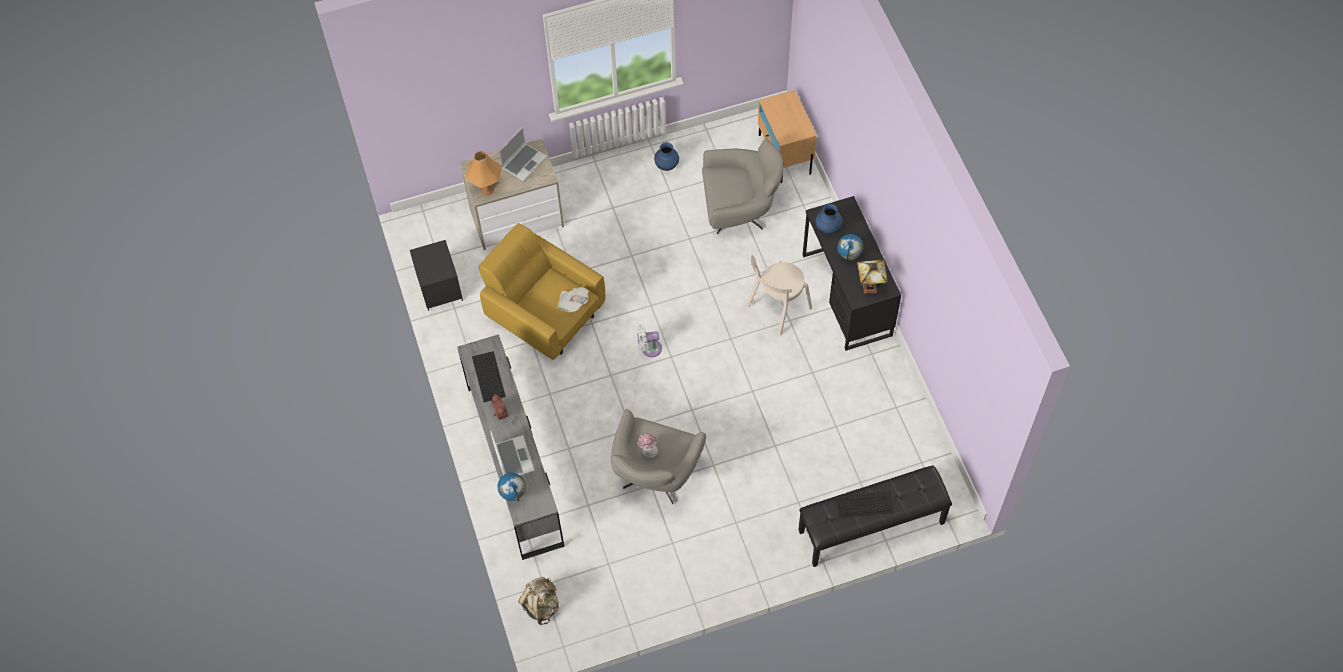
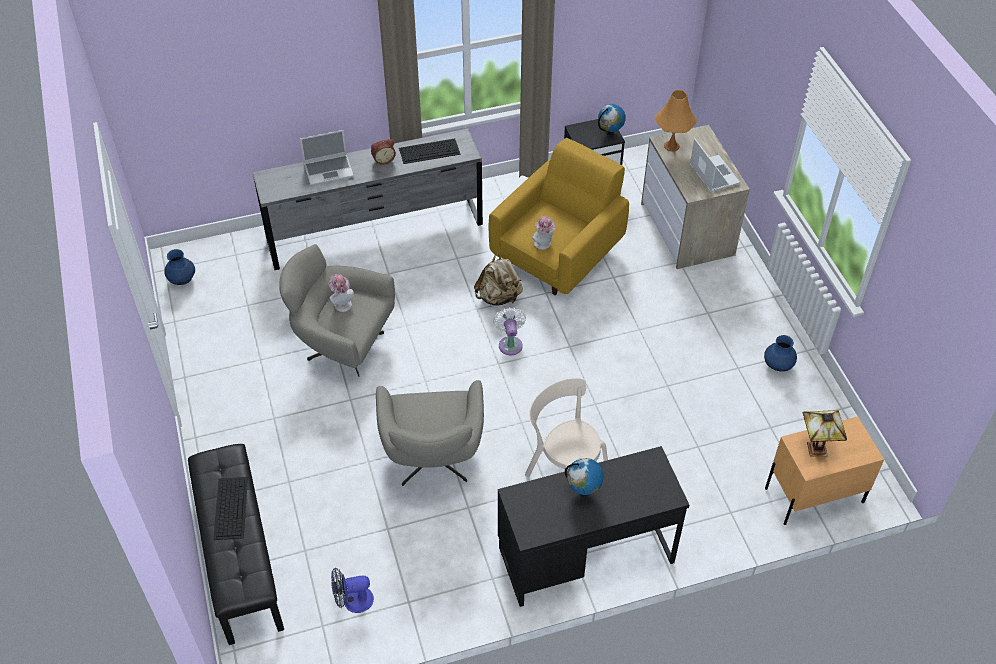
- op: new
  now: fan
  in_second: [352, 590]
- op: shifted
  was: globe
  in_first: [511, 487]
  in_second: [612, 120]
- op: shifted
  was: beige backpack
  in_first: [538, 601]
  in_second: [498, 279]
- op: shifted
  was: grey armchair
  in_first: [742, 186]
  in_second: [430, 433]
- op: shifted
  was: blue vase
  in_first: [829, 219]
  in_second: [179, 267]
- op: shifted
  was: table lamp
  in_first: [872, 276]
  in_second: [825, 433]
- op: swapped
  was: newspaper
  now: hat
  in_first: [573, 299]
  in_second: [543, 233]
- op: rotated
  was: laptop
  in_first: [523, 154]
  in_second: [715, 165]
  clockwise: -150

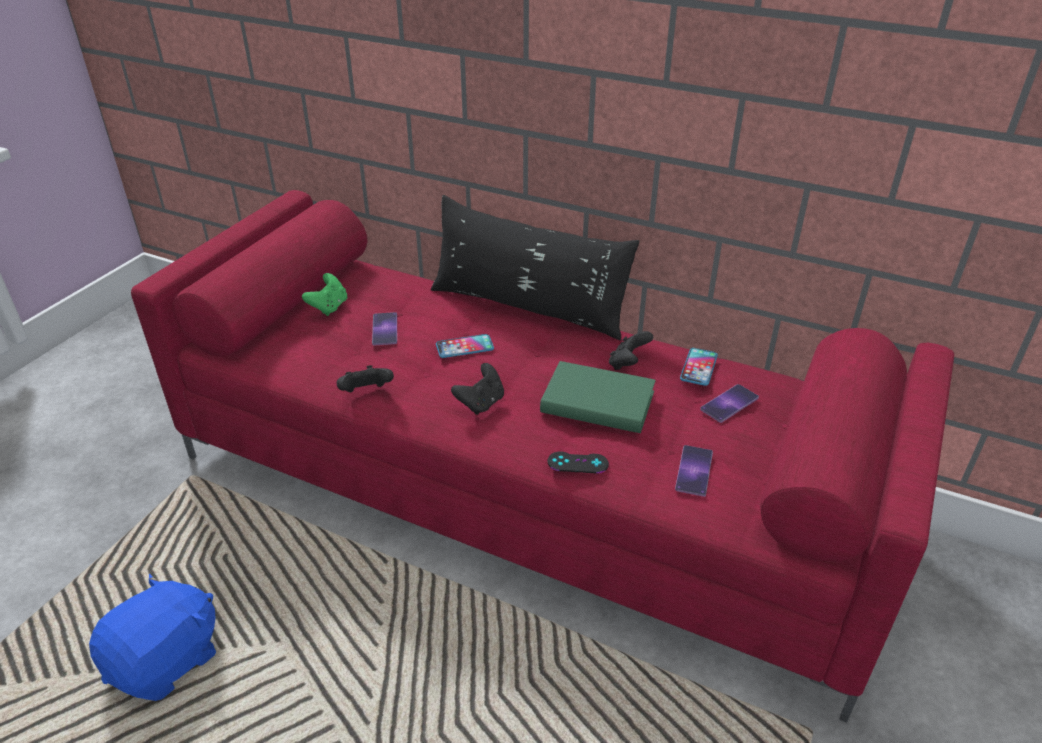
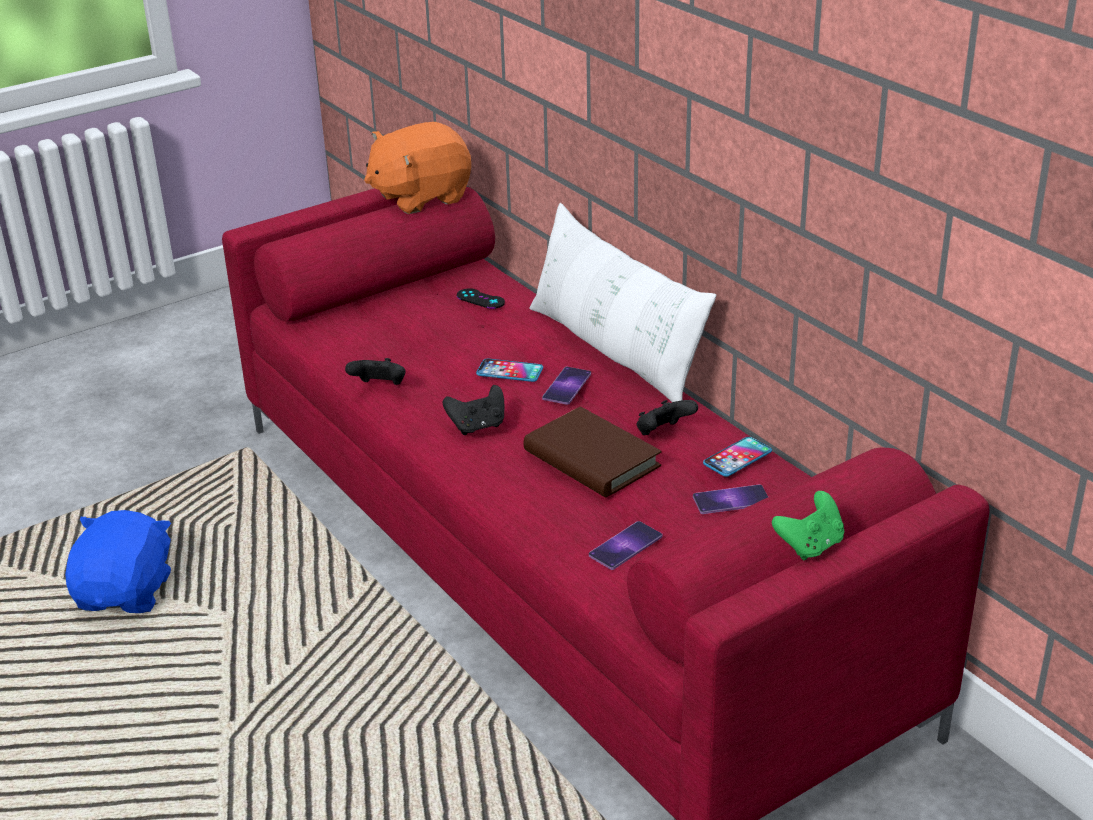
- op: new
  now: orange plush toy
  in_second: [417, 168]
- op: shifted
  was: green game controller
  in_first: [324, 294]
  in_second: [808, 525]
- op: shifted
  was: phone
  in_first: [384, 329]
  in_second: [566, 386]
- op: shifted
  was: black game controller
  in_first: [578, 462]
  in_second: [481, 298]
- op: repainted
  was: black pillow
  now: white pillow
  in_first: [535, 267]
  in_second: [622, 302]
- op: repainted
  was: green book
  now: brown book
  in_first: [598, 397]
  in_second: [592, 451]
- op: rotated
  was: blue plush toy
  in_first: [152, 637]
  in_second: [118, 561]
  clockwise: -60

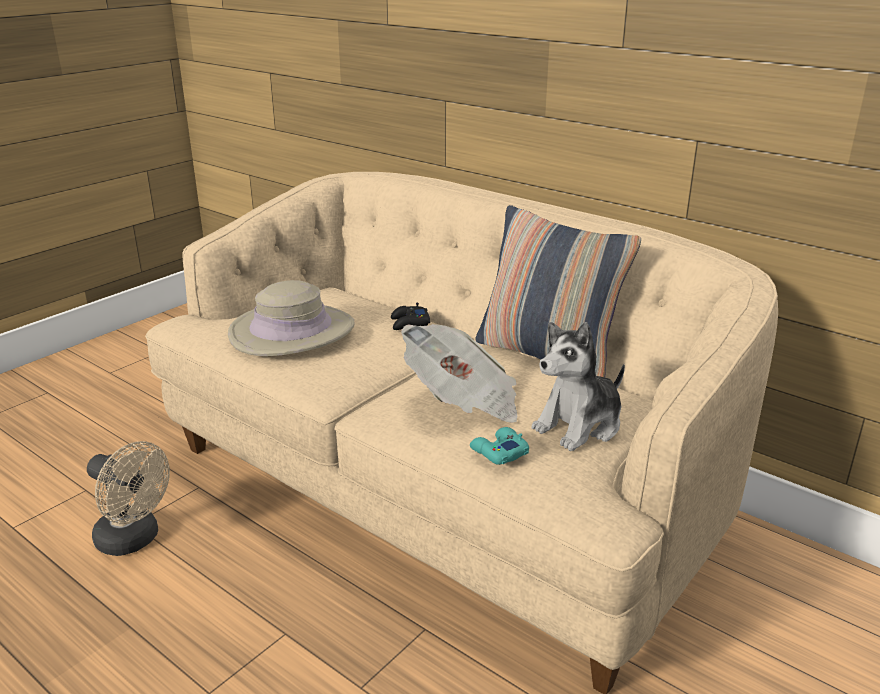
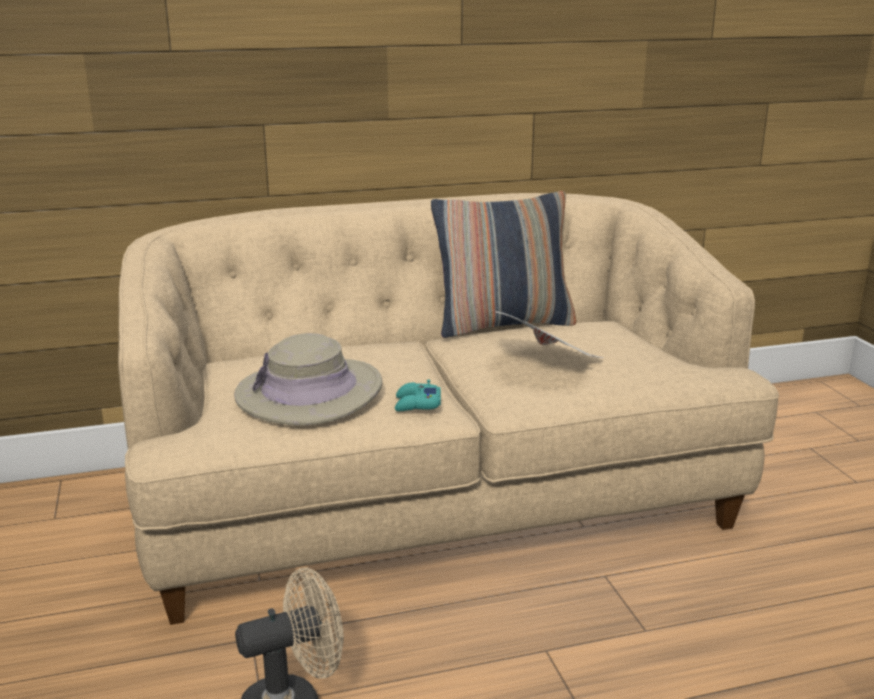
- op: gone
  was: black game controller
  in_first: [410, 316]
- op: gone
  was: plush toy
  in_first: [578, 386]
- op: shifted
  was: turquoise game controller
  in_first: [499, 446]
  in_second: [418, 395]

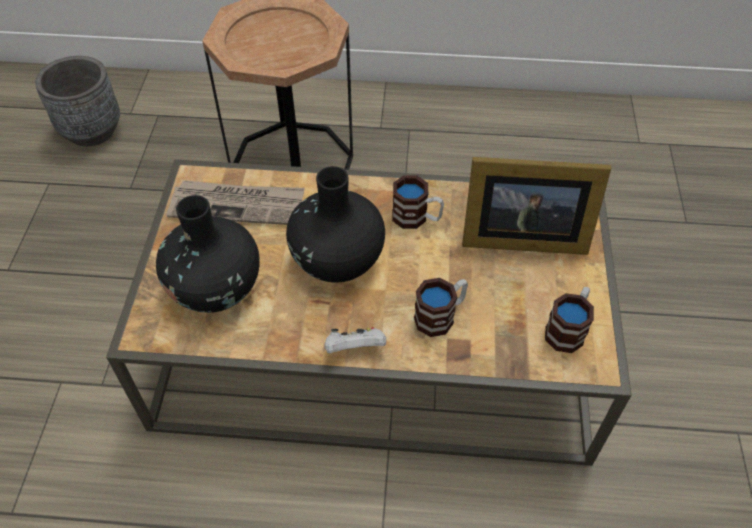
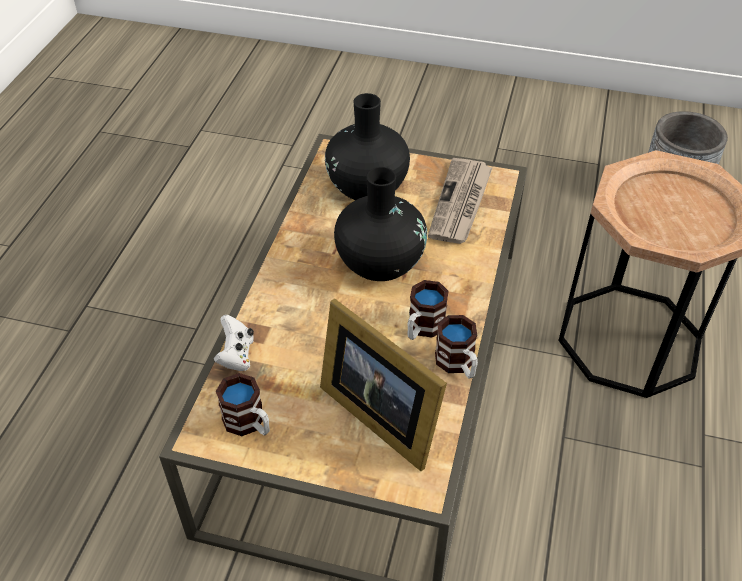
- op: shifted
  was: white game controller
  in_first: [355, 340]
  in_second: [234, 343]
- op: shifted
  was: mug
  in_first: [441, 307]
  in_second: [456, 347]
- op: rotated
  was: picture frame
  in_first: [537, 206]
  in_second: [383, 385]
  clockwise: -60

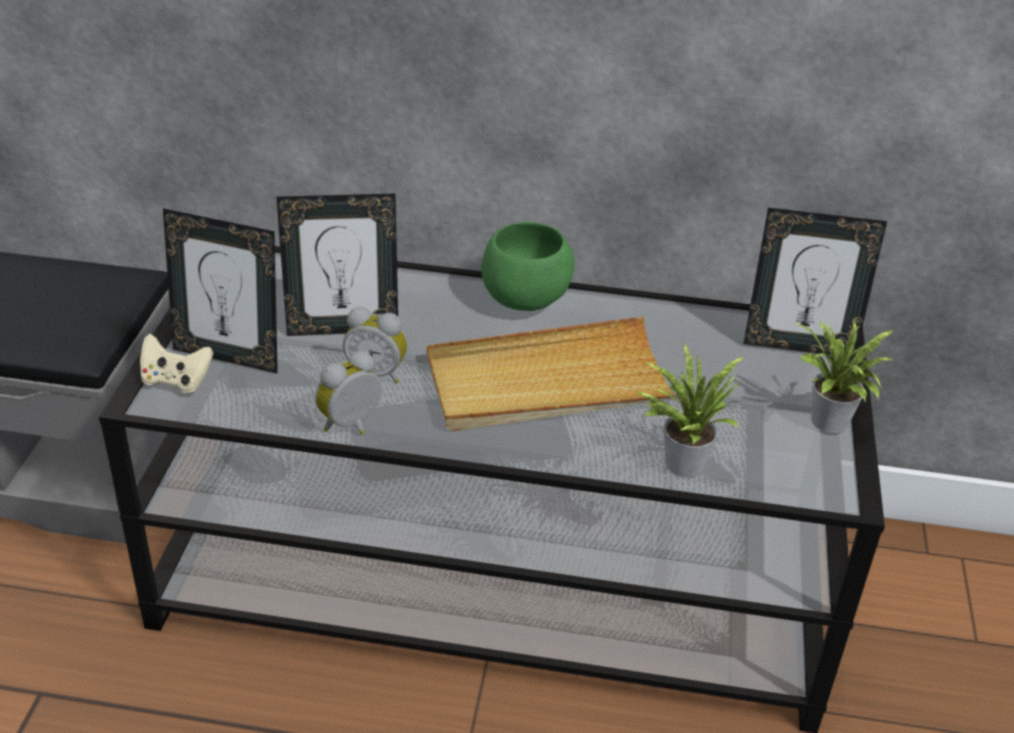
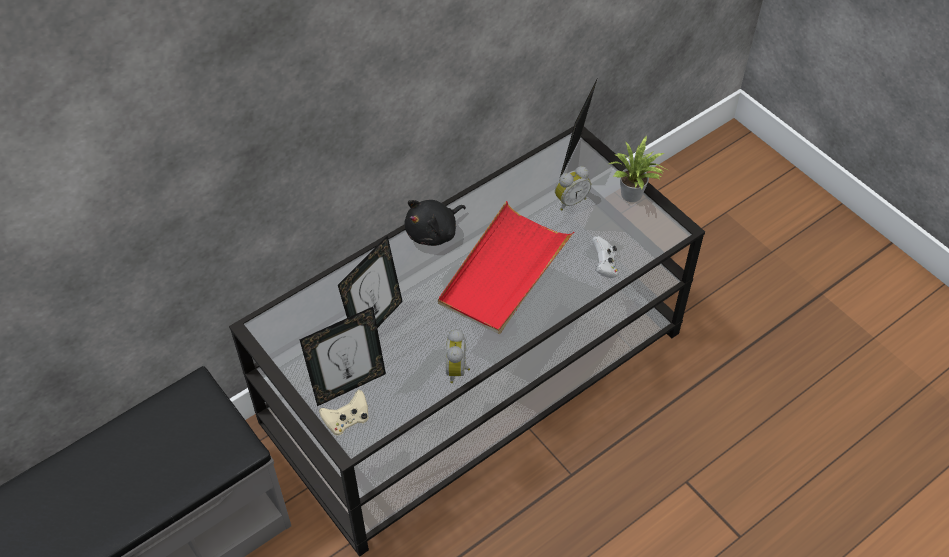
- op: shifted
  was: alarm clock
  in_first: [375, 345]
  in_second: [573, 188]
- op: swapped
  was: green bowl
  now: black plush toy
  in_first: [528, 266]
  in_second: [435, 223]
- op: swapped
  was: potted plant
  now: white game controller
  in_first: [690, 410]
  in_second: [605, 257]
- op: repainted
  was: beige tray
  now: red tray
  in_first: [553, 374]
  in_second: [506, 267]
- op: rotated
  was: picture frame
  in_first: [815, 283]
  in_second: [579, 126]
  clockwise: 150

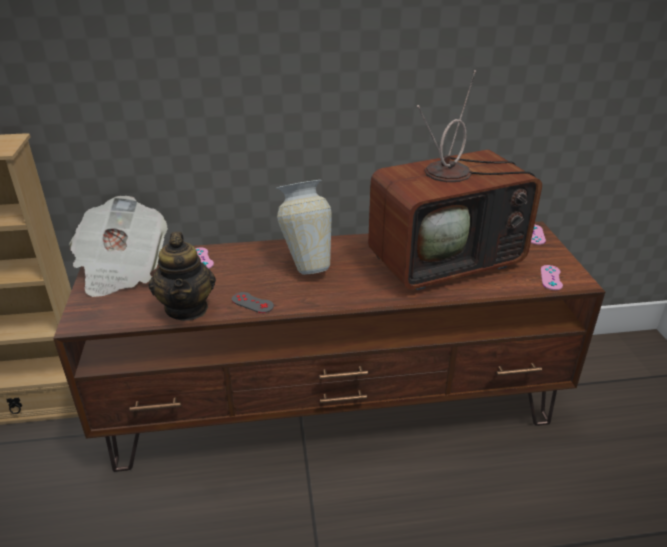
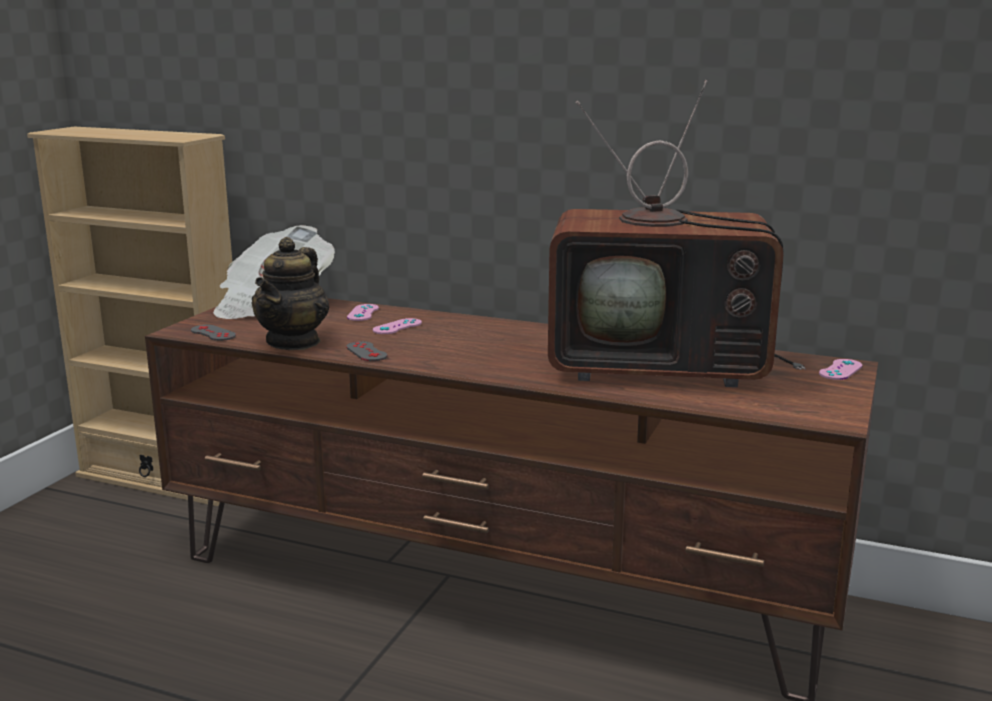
- op: gone
  was: vase
  in_first: [304, 227]
- op: new
  now: grey game controller
  in_second: [213, 333]
- op: shifted
  was: pink game controller
  in_first: [552, 277]
  in_second: [397, 326]

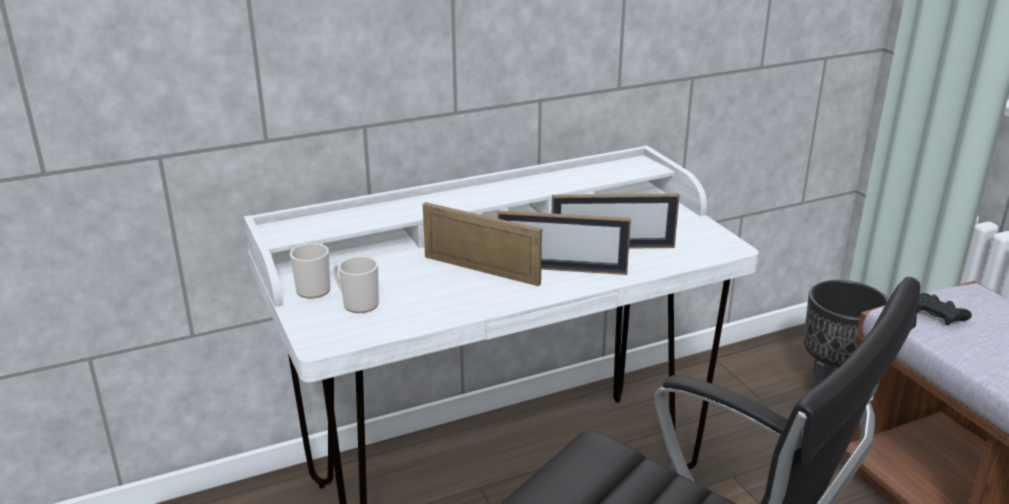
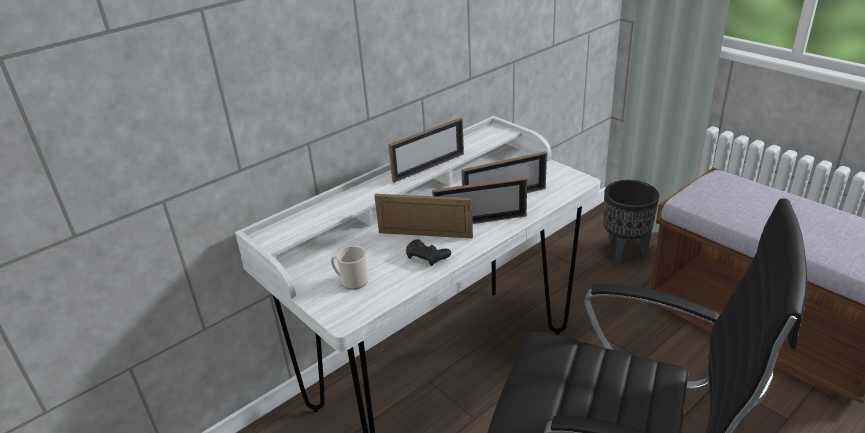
- op: gone
  was: mug
  in_first: [310, 271]
- op: new
  now: picture frame
  in_second: [426, 150]
- op: shifted
  was: black game controller
  in_first: [944, 309]
  in_second: [428, 252]

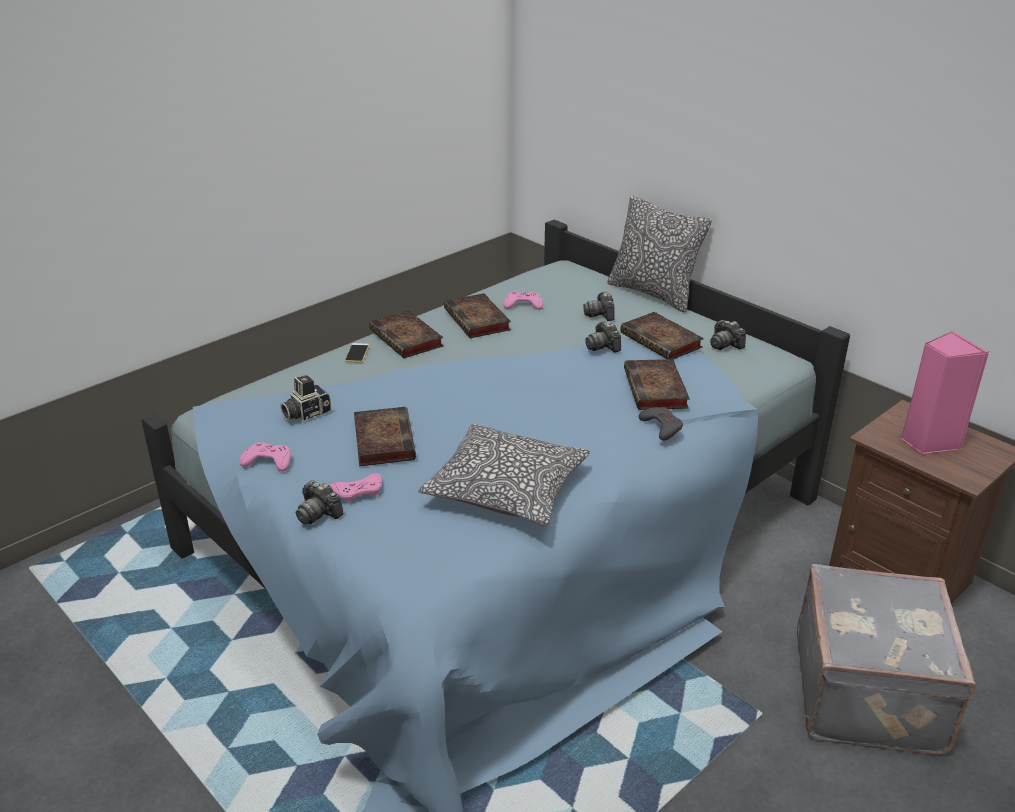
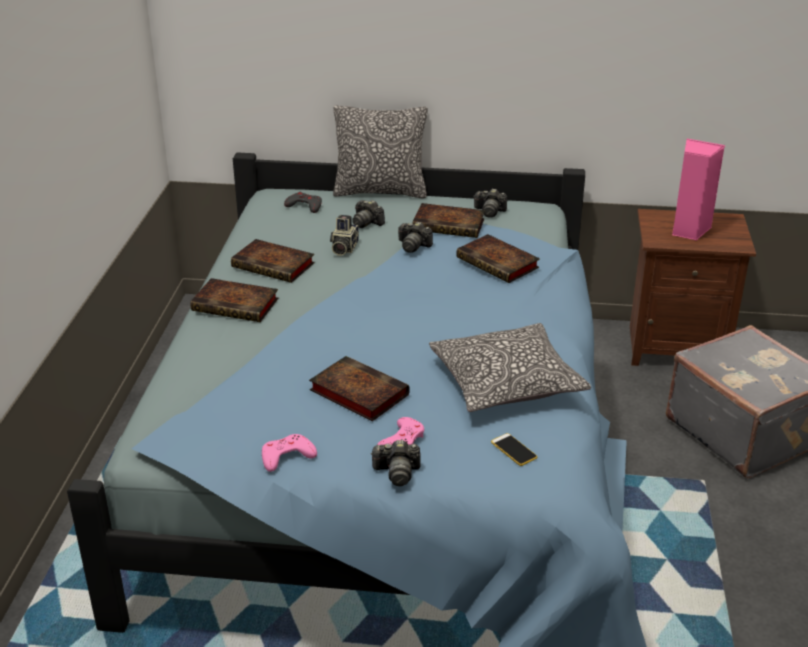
- op: gone
  was: pink game controller
  in_first: [523, 300]
- op: shifted
  was: photo camera
  in_first: [305, 398]
  in_second: [344, 235]
- op: shifted
  was: phone
  in_first: [357, 353]
  in_second: [514, 449]
- op: shifted
  was: grey game controller
  in_first: [660, 424]
  in_second: [303, 202]

